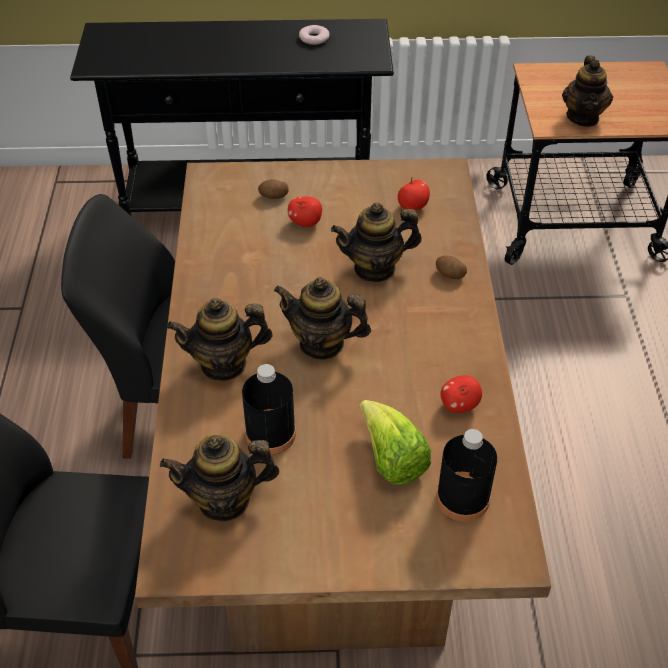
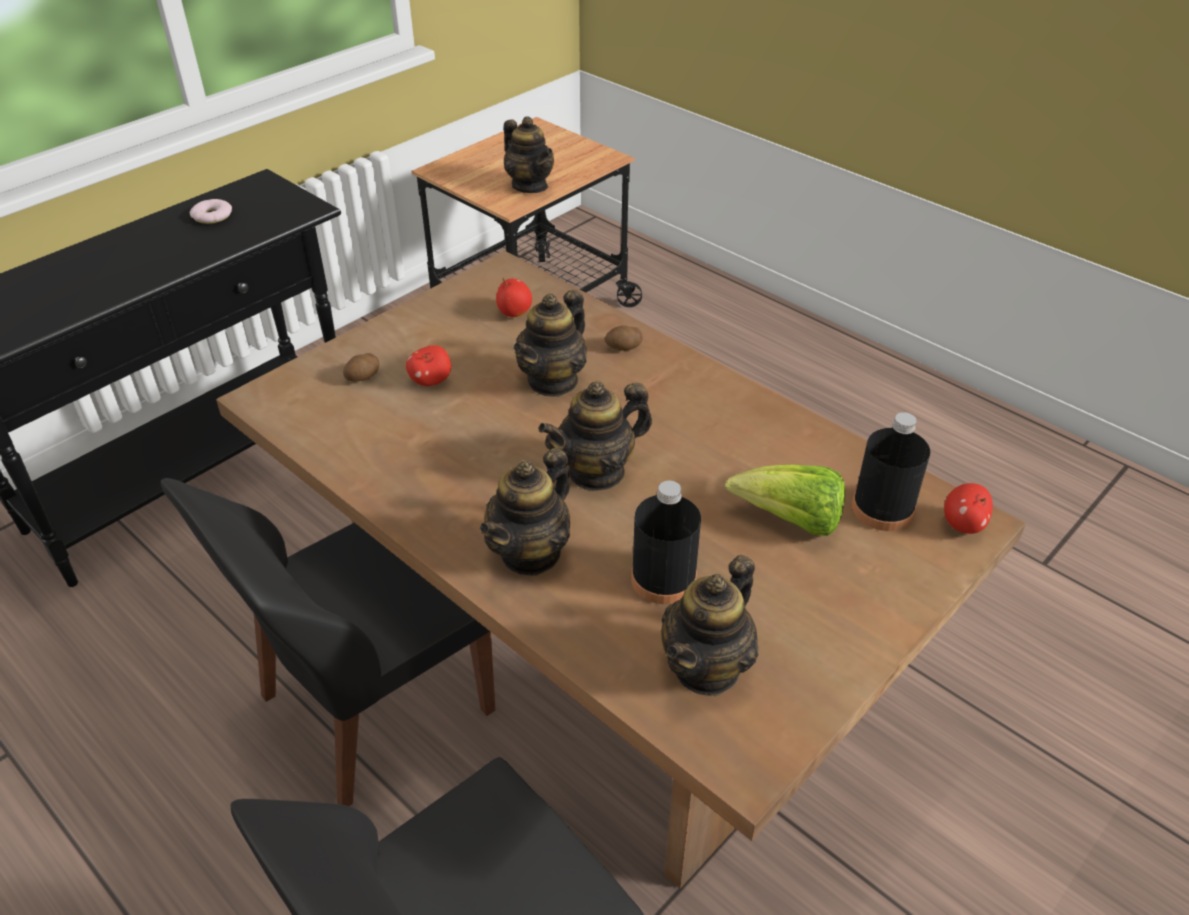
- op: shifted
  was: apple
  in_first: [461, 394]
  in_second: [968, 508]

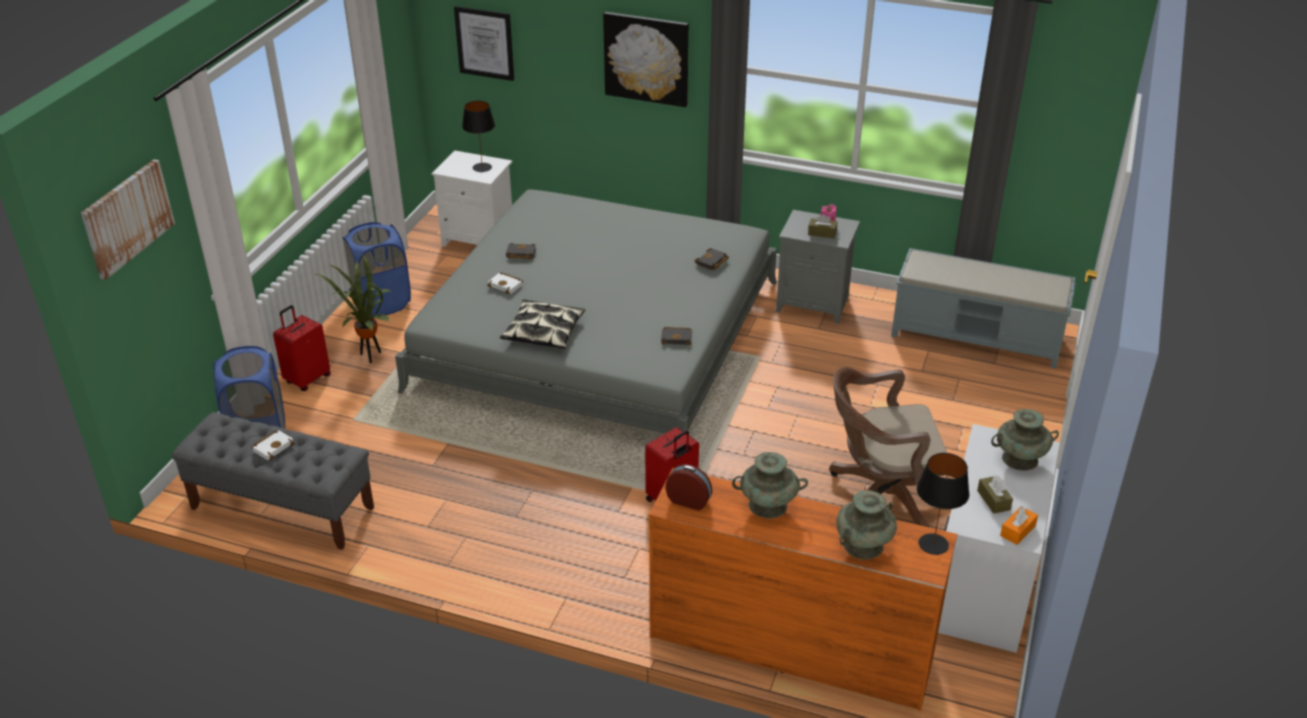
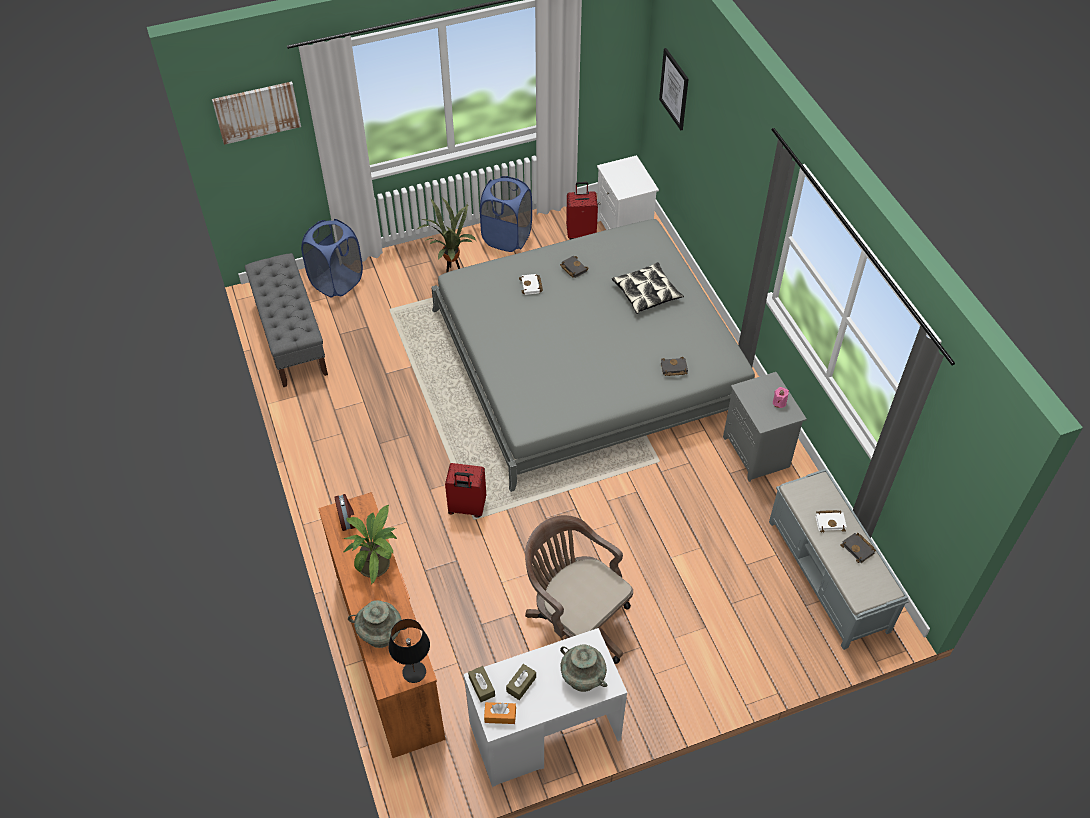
- op: gone
  was: black table lamp
  in_first: [478, 136]
- op: gone
  was: picture
  in_first: [646, 59]
- op: shifted
  was: white book
  in_first: [273, 445]
  in_second: [831, 521]
- op: shifted
  was: red suitcase
  in_first: [302, 348]
  in_second: [582, 211]
- op: shifted
  was: pillow
  in_first: [543, 324]
  in_second: [648, 288]
- op: shifted
  was: black book
  in_first: [676, 336]
  in_second: [858, 548]
- op: shifted
  was: brown tissue box
  in_first: [822, 226]
  in_second: [481, 684]
- op: swapped
  was: turquoise vase
  now: potted plant
  in_first: [770, 485]
  in_second: [370, 544]

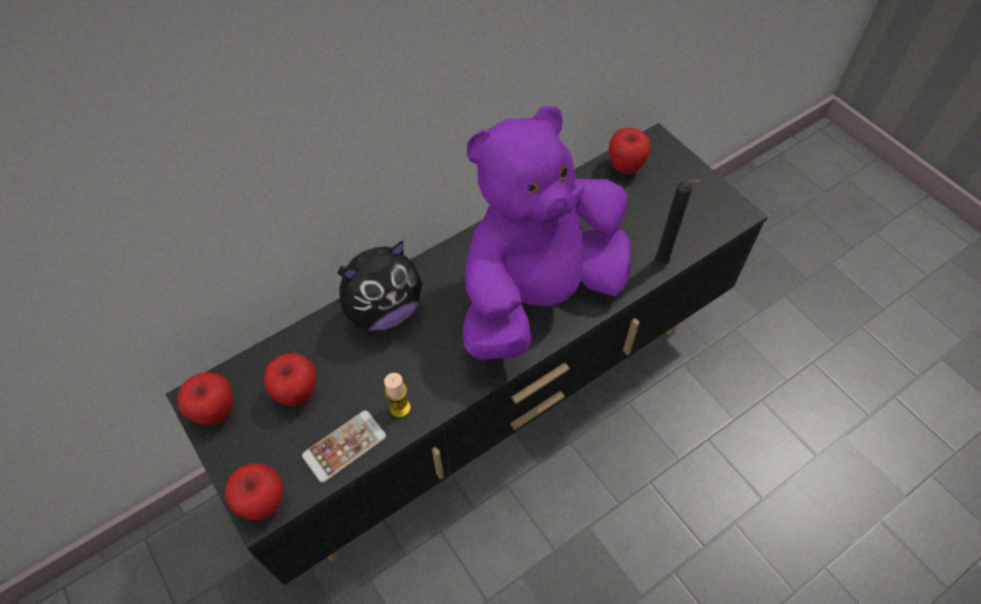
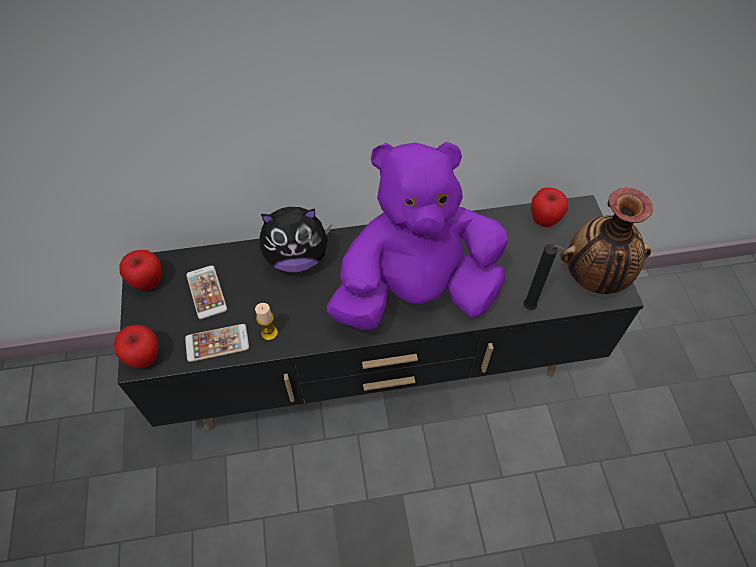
- op: new
  now: vase
  in_second: [606, 241]
- op: swapped
  was: apple
  now: phone
  in_first: [290, 379]
  in_second: [206, 292]

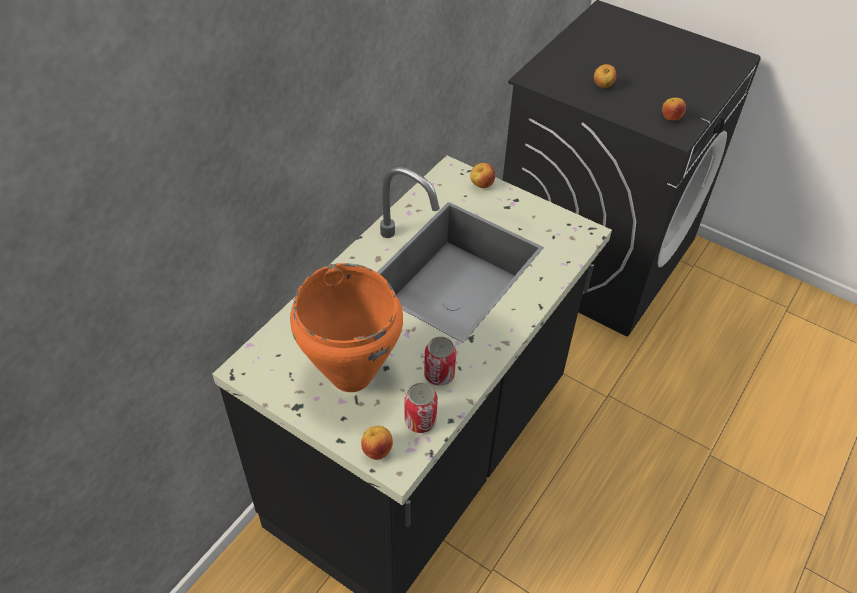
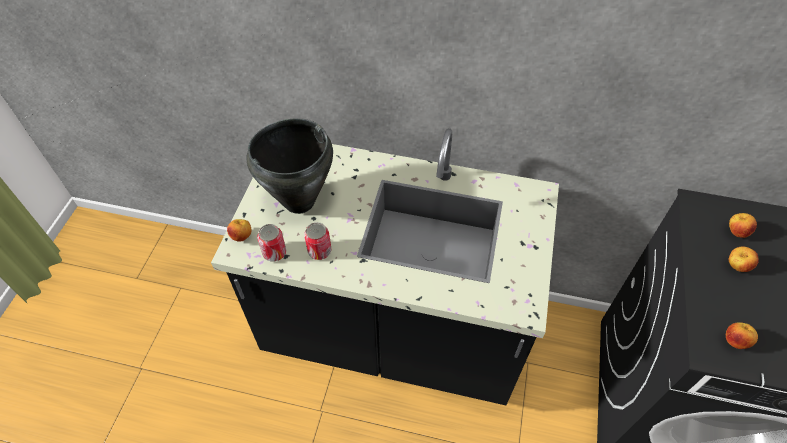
- op: shifted
  was: apple
  in_first: [482, 175]
  in_second: [743, 225]
- op: repainted
  was: orange cooking pot
  now: black cooking pot
  in_first: [346, 327]
  in_second: [289, 166]

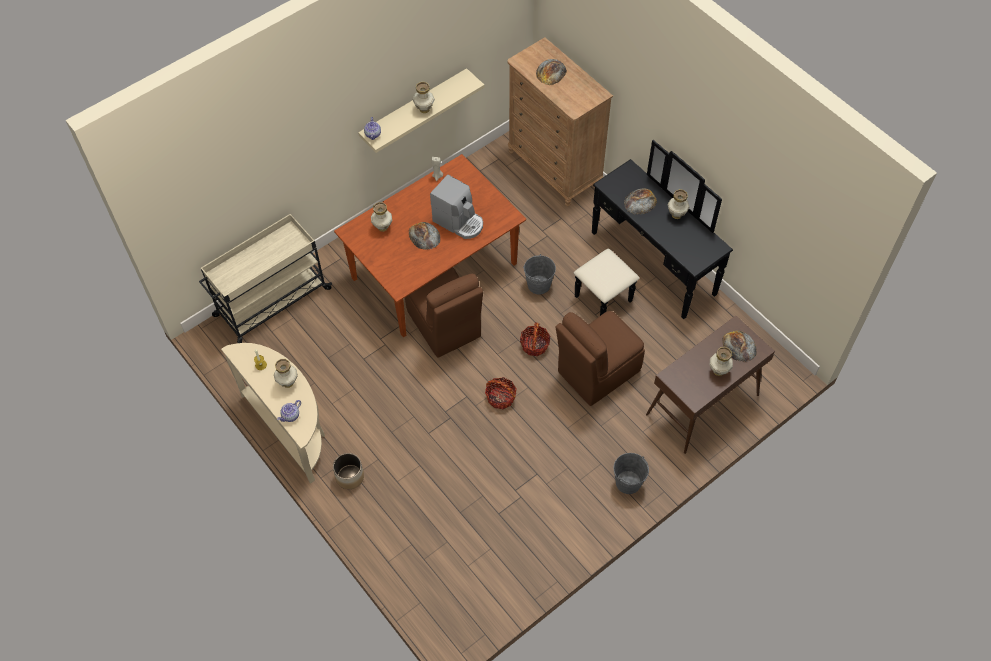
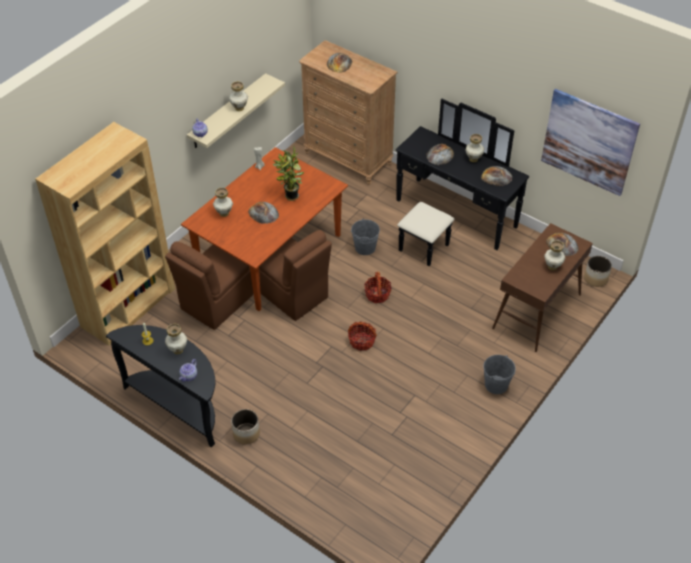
- op: new
  now: bread
  in_second: [496, 176]
- op: new
  now: picture
  in_second: [590, 142]
- op: new
  now: planter
  in_second: [598, 271]
- op: shifted
  was: brown chair
  in_first: [600, 358]
  in_second: [209, 285]
- op: swapped
  was: beige cart
  now: brown bookcase
  in_first: [265, 278]
  in_second: [105, 234]
- op: swapped
  was: coffee machine
  now: potted plant
  in_first: [456, 207]
  in_second: [288, 173]
- op: repainted
  was: beige console table
  now: black console table
  in_first: [273, 413]
  in_second: [160, 386]

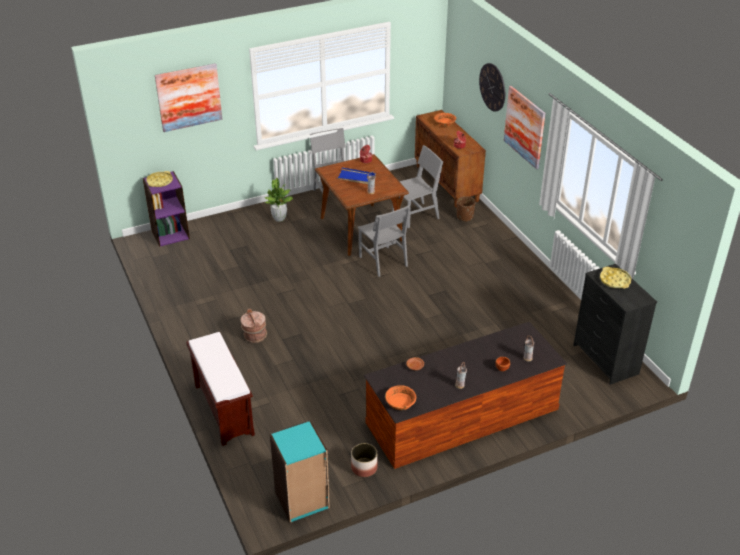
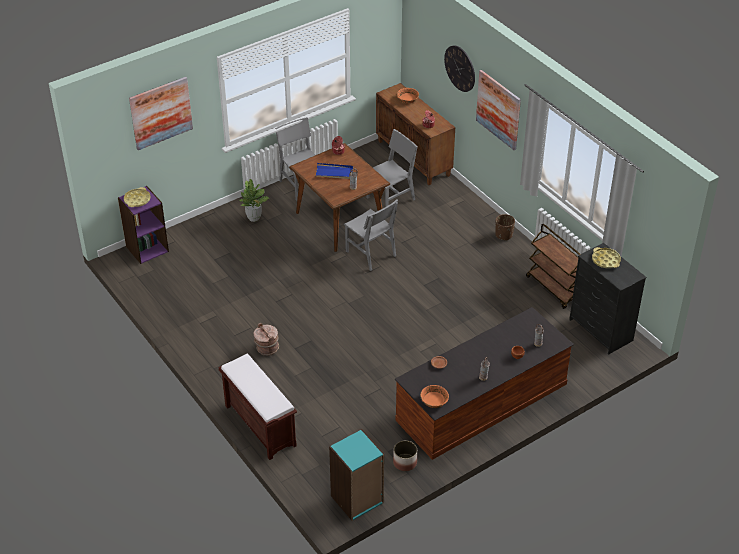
- op: new
  now: brown cart
  in_second: [553, 266]
- op: shifted
  was: brown planter
  in_first: [466, 209]
  in_second: [505, 227]

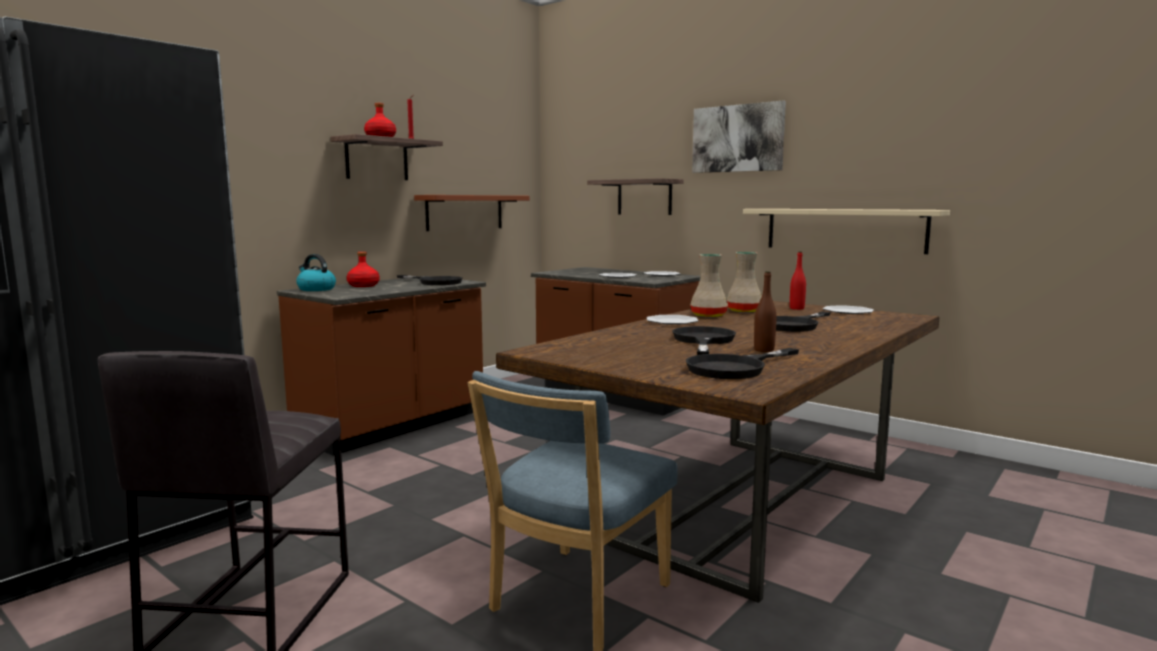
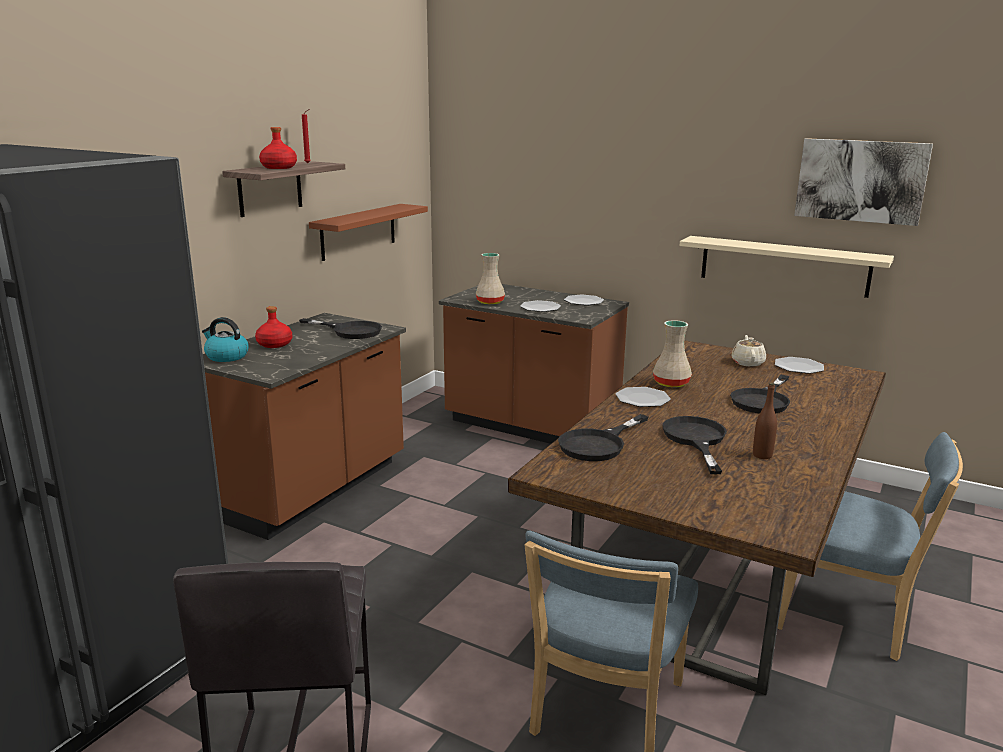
- op: gone
  was: shelf
  in_first: [635, 196]
- op: new
  now: blue chair
  in_second: [870, 546]
- op: shifted
  was: black frying pan
  in_first: [742, 363]
  in_second: [603, 437]
- op: shifted
  was: picture
  in_first: [739, 136]
  in_second: [863, 182]
- op: shifted
  was: beige vase
  in_first: [744, 282]
  in_second: [490, 278]
- op: swapped
  was: red bottle
  now: beige teapot
  in_first: [798, 280]
  in_second: [749, 351]

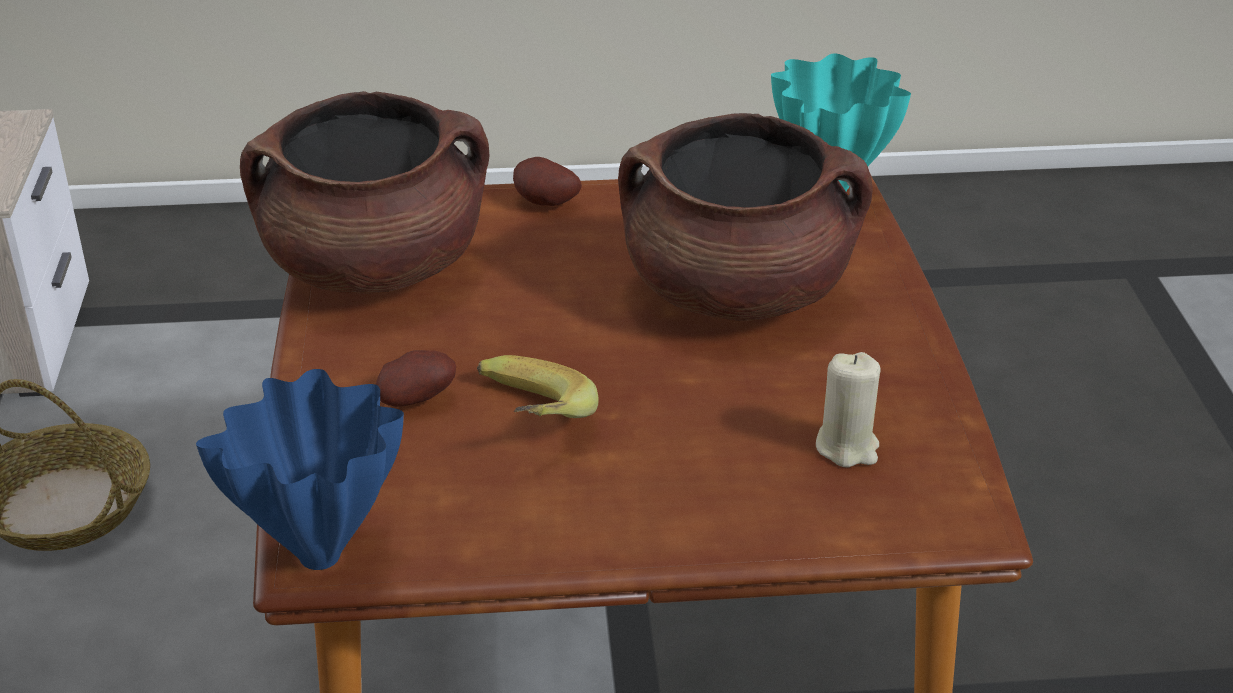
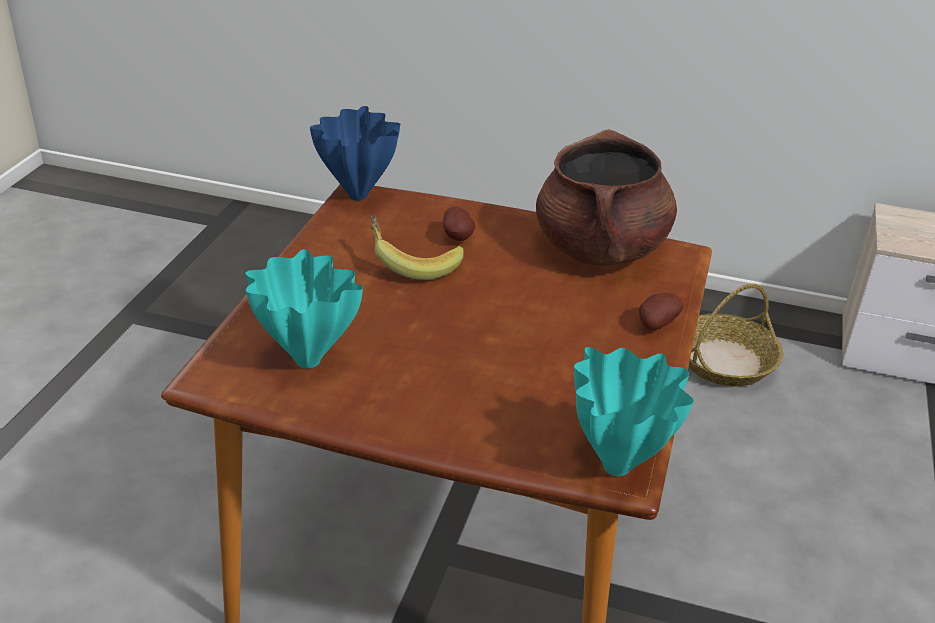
- op: gone
  was: brown cooking pot
  in_first: [745, 217]
- op: swapped
  was: beige candle
  now: turquoise vase
  in_first: [848, 410]
  in_second: [304, 308]

